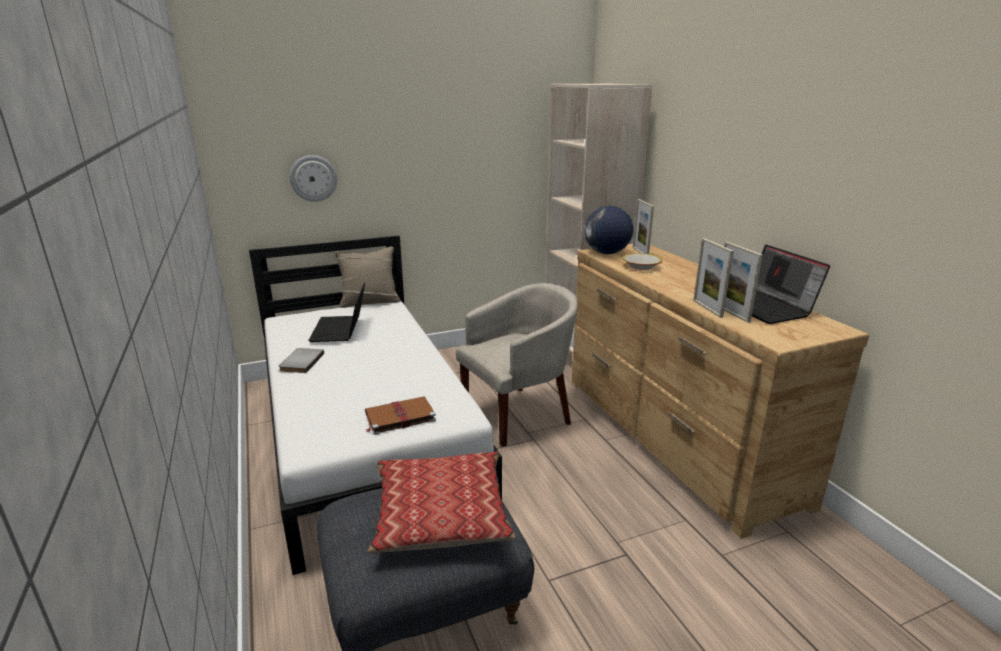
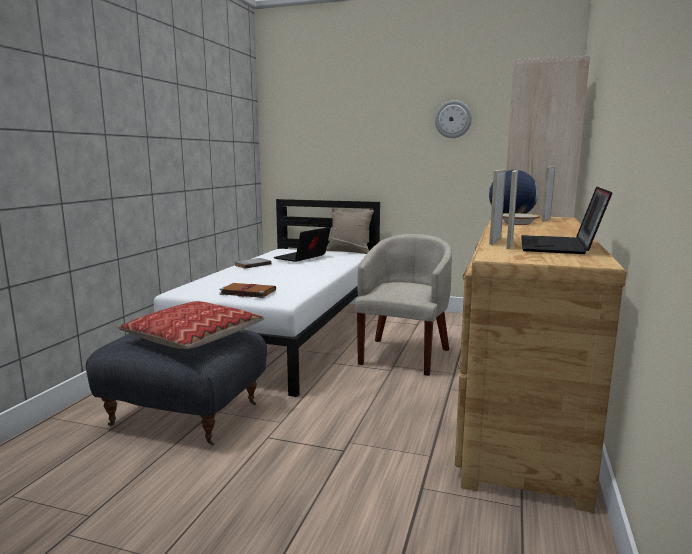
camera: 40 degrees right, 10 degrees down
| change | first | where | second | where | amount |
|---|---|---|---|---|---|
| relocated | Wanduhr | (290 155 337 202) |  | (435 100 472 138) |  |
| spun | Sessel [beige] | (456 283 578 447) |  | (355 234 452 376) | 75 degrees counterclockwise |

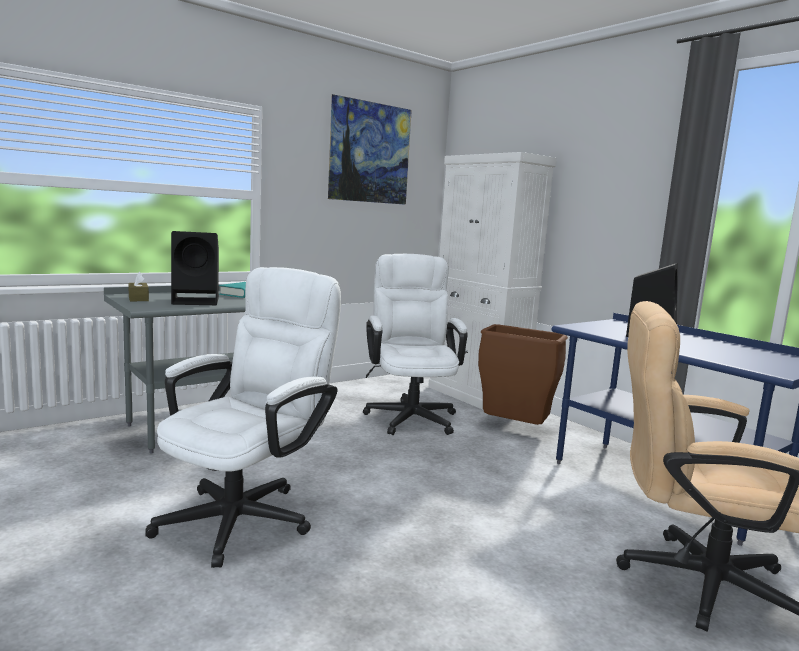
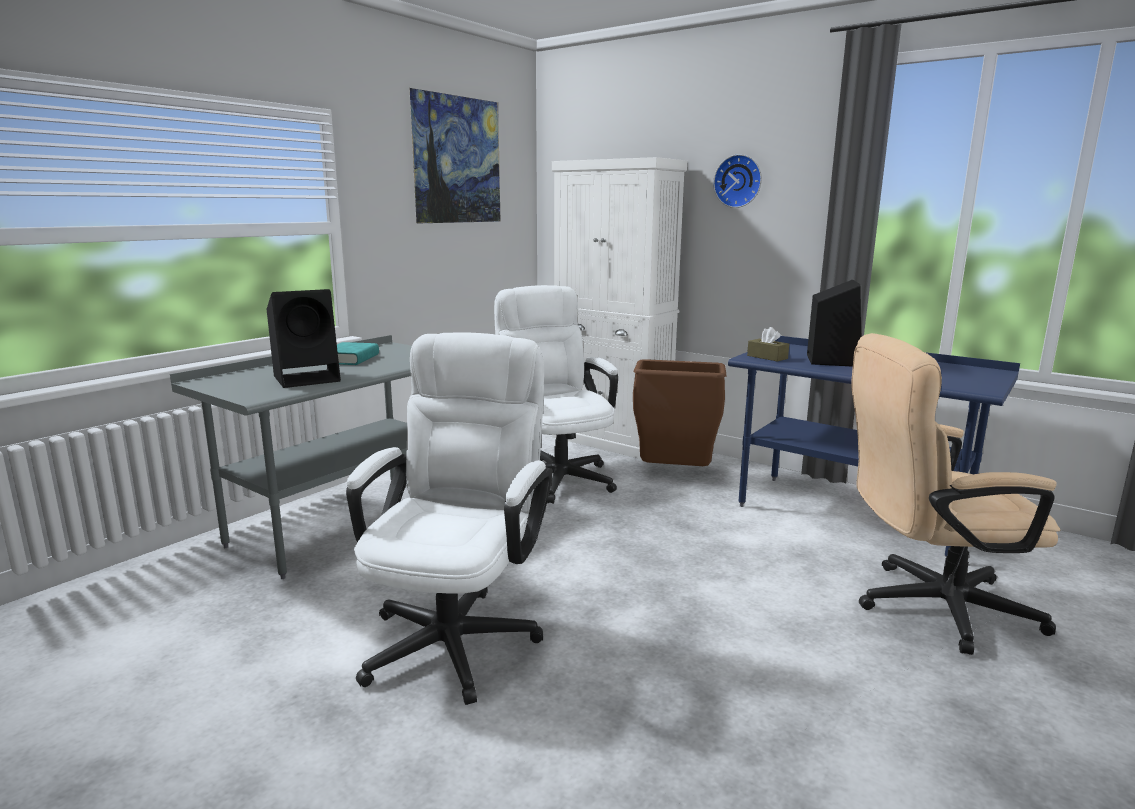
camera: 15 degrees left, 5 degrees up
| change | first | where | second | where | amount |
|---|---|---|---|---|---|
| appeared |  |  | Wanduhr | (713 154 762 208) |  |
| relocated | Taschentuchbox [braun] | (128 271 149 301) |  | (747 327 789 362) |  |

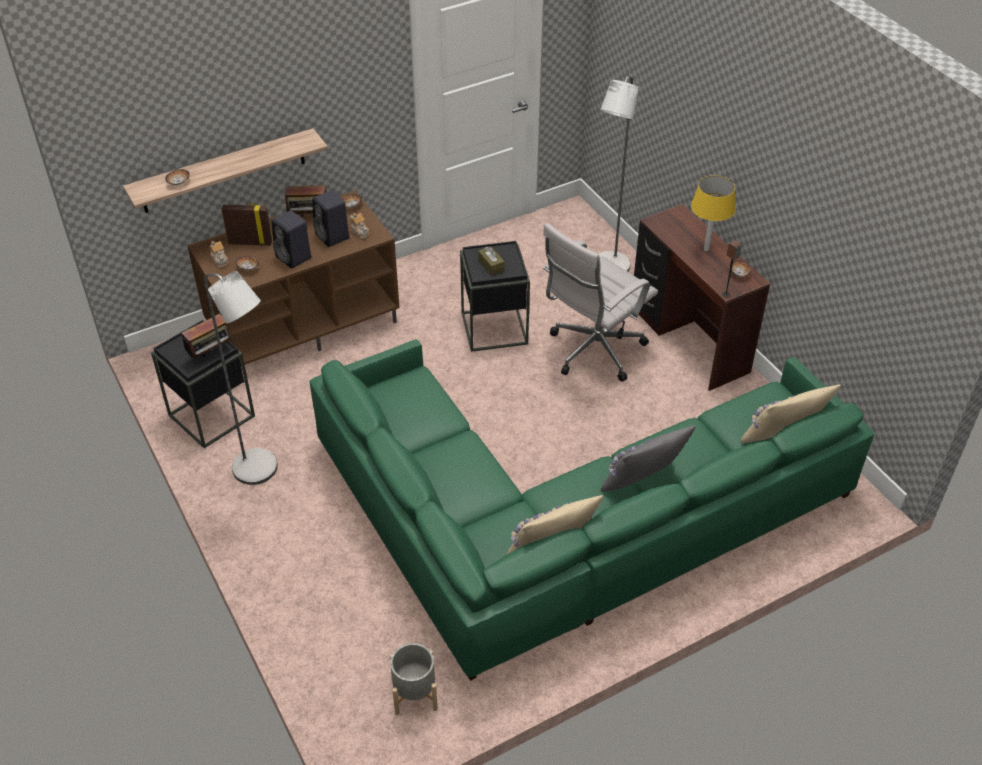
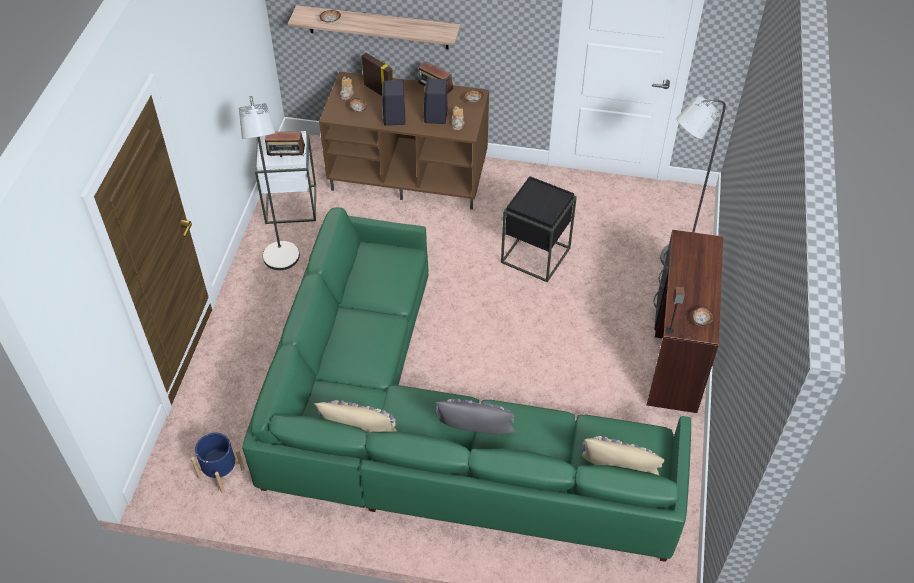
camera: 40 degrees right, 5 degrees up
| change | first | where | second | where | amount |
|---|---|---|---|---|---|
| missing | Taschentuchbox [braun] | (478 246 505 275) |  |  |  |
| missing | Bürostuhl [weiß] | (543 223 658 382) |  |  |  |
| missing | Tischlampe [gelb] | (691 175 736 252) |  |  |  |
| colour | Beistelltisch [schwarz] | (151 320 255 448) | Beistelltisch [weiß] | (255 131 316 224) |  |
| colour | Pflanzkübel [grau] | (390 643 438 715) | Pflanzkübel [blau] | (191 433 245 493) |  |

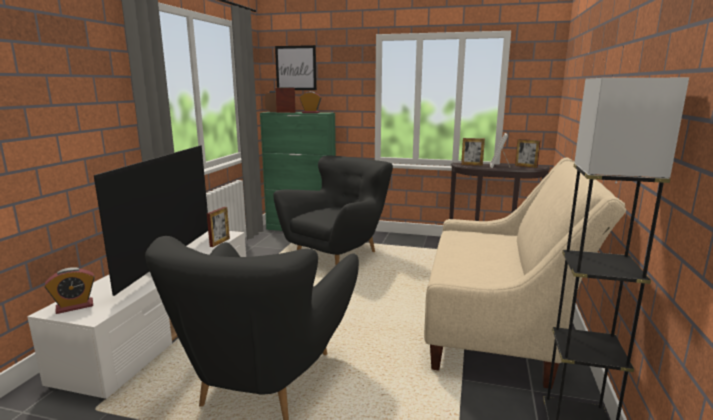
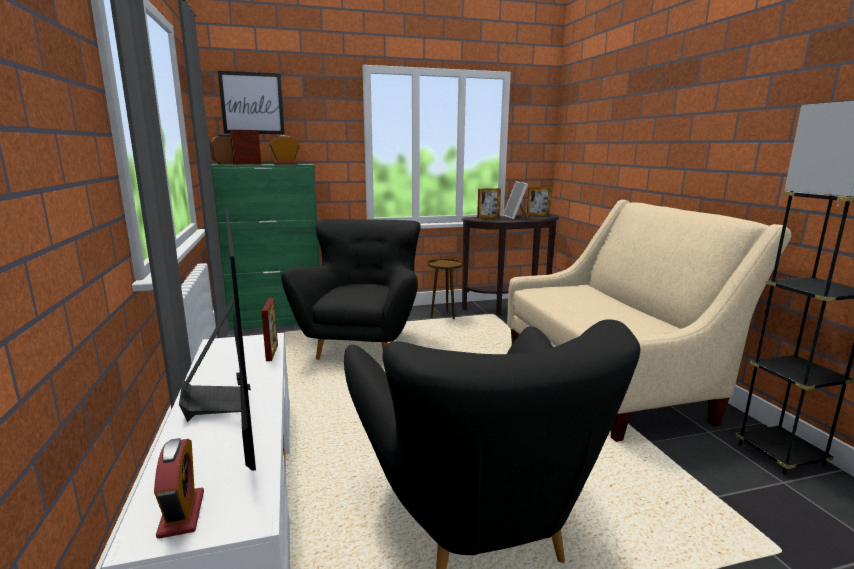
camera: 30 degrees left, 0 degrees up
| change | first | where | second | where | amount |
|---|---|---|---|---|---|
| appeared |  |  | Beistelltisch [braun] | (427 259 463 319) |  |
| spun | Wecker | (45 267 95 314) |  | (154 438 204 539) | 45 degrees counterclockwise |

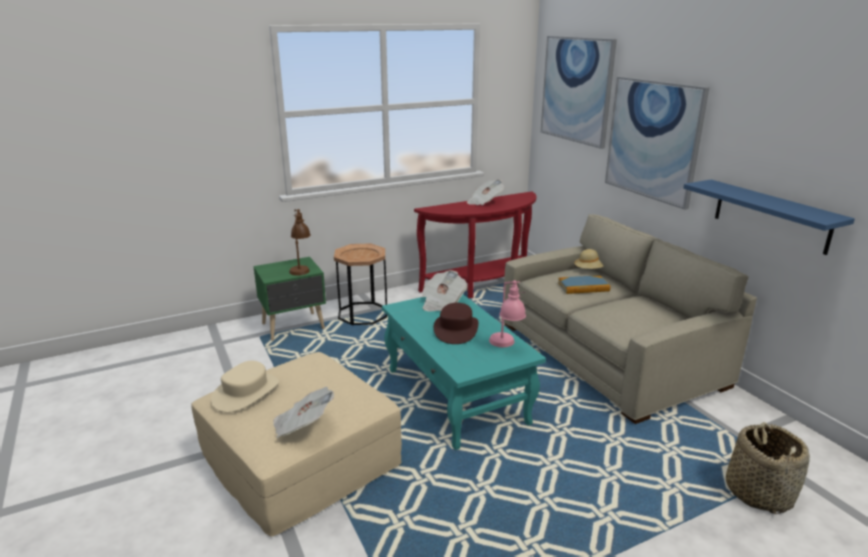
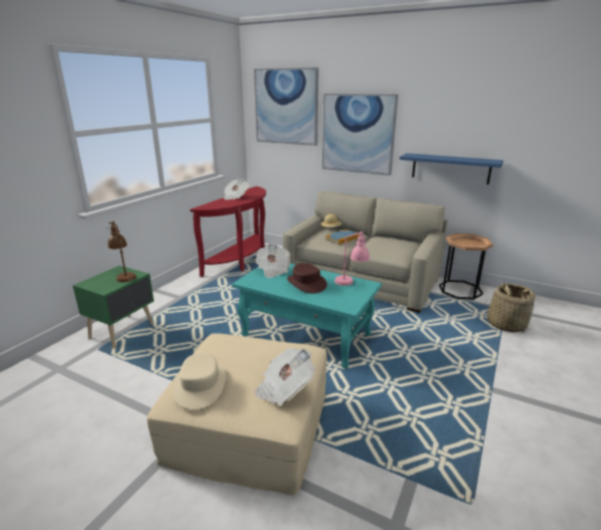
camera: 35 degrees left, 0 degrees up
| change | first | where | second | where | amount |
|---|---|---|---|---|---|
| relocated | Beistelltisch [braun] | (334 243 387 325) |  | (439 233 493 300) |  |

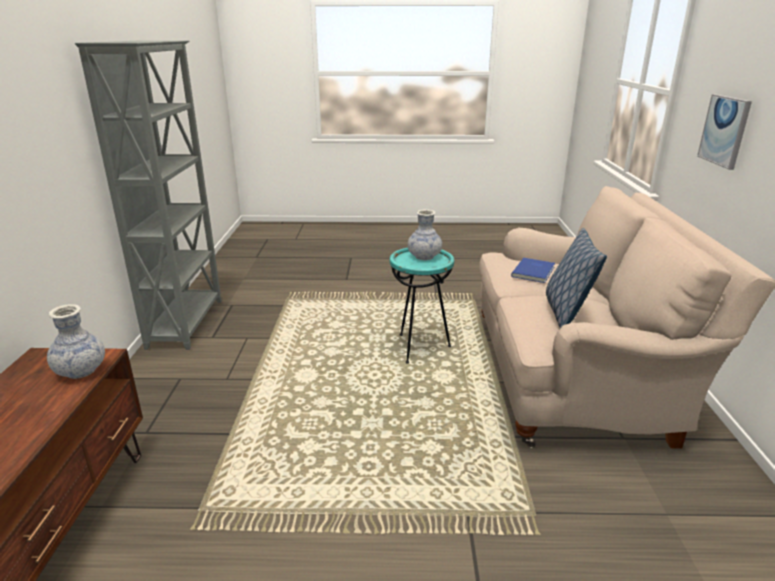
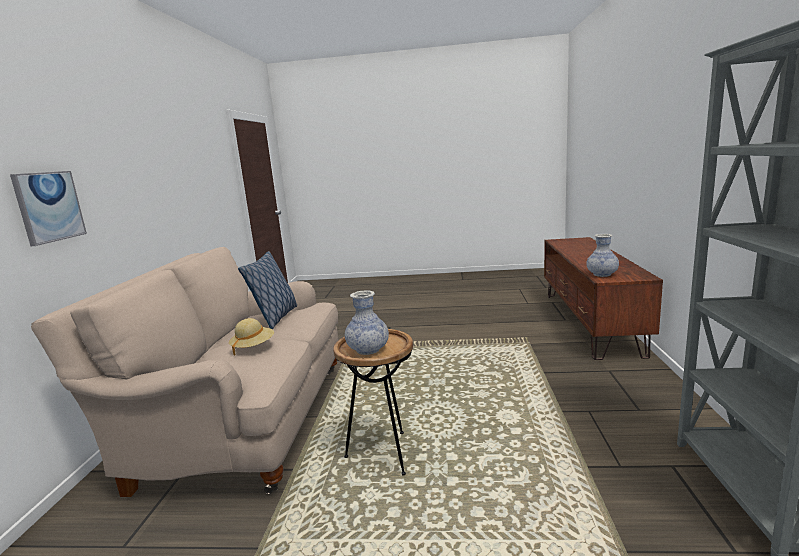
camera: 175 degrees left, 10 degrees down
| change | first | where | second | where | amount |
|---|---|---|---|---|---|
| exchanged | Buch [blau] | (511 258 555 283) | Hut [beige] | (229 318 274 356) |  |
| colour | Beistelltisch [türkis] | (390 248 454 363) | Beistelltisch [braun] | (333 329 413 476) |  |

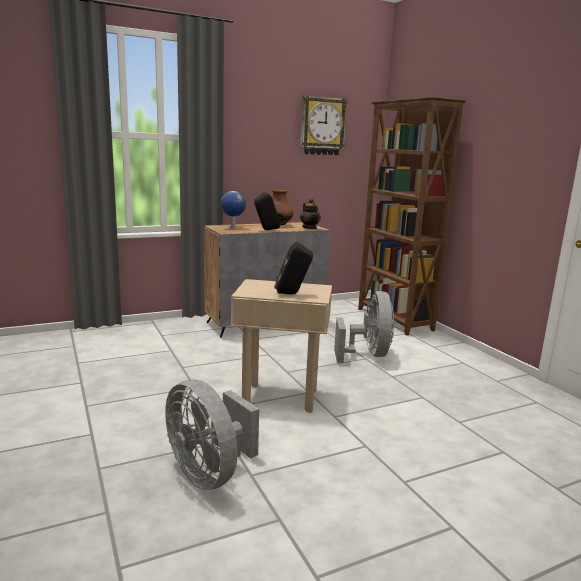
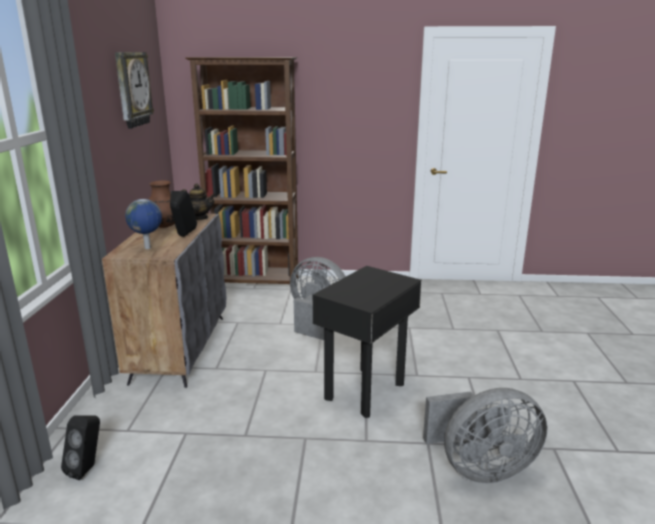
camera: 60 degrees left, 5 degrees up
| change | first | where | second | where | amount |
|---|---|---|---|---|---|
| relocated | Lautsprecher [schwarz] | (275 242 313 294) |  | (61 415 100 480) |  |
| colour | Beistelltisch [beige] | (231 279 332 413) | Beistelltisch [schwarz] | (313 266 422 418) |  |

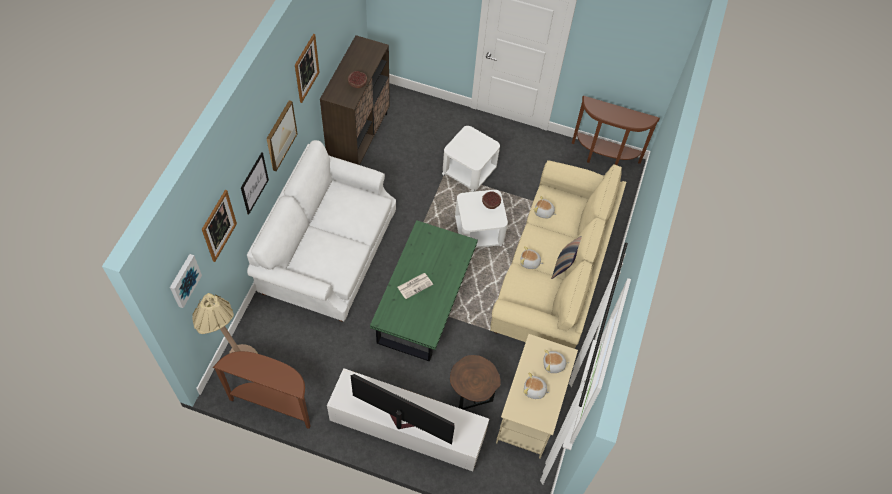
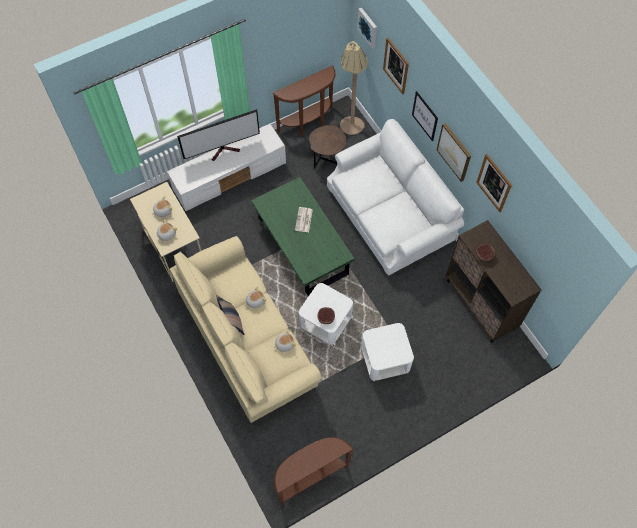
camera: 135 degrees right, 5 degrees up
| change | first | where | second | where | amount |
|---|---|---|---|---|---|
| relocated | Beistelltisch [braun] | (450 355 501 410) |  | (309 125 346 169) |  |

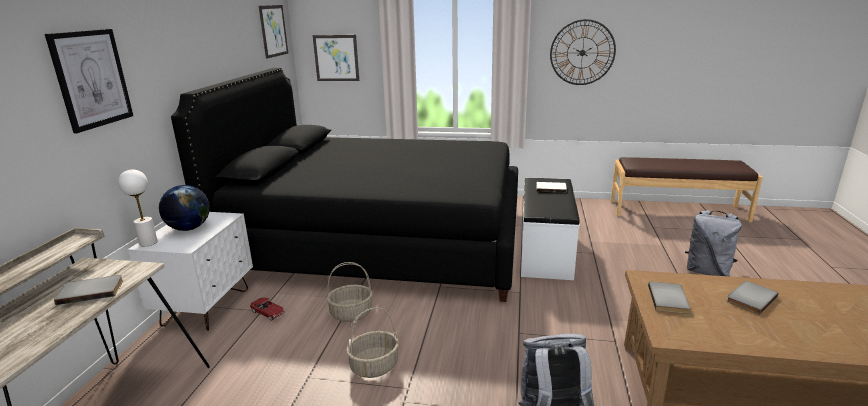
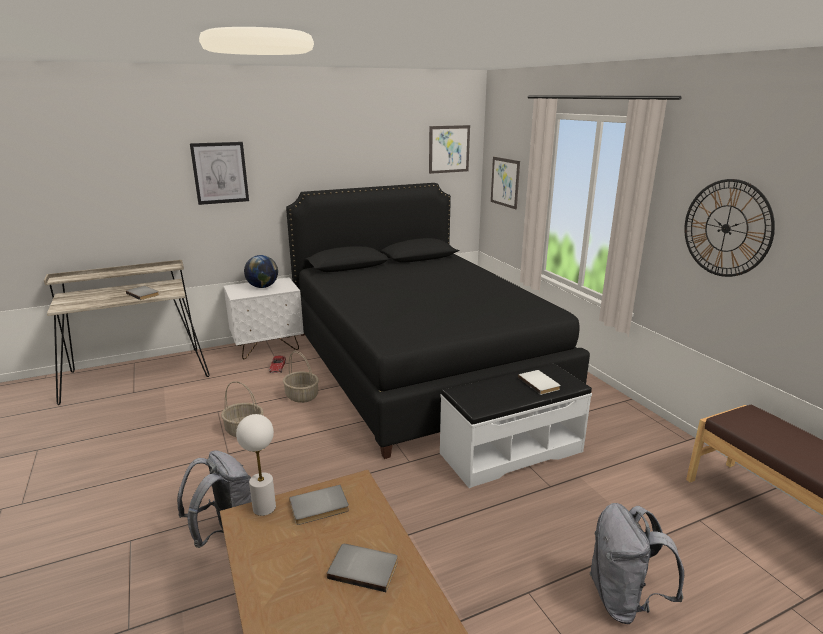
camera: 55 degrees right, 0 degrees up
| change | first | where | second | where | amount |
|---|---|---|---|---|---|
| relocated | Tischlampe [weiß] | (118 169 158 246) |  | (236 414 276 516) |  |

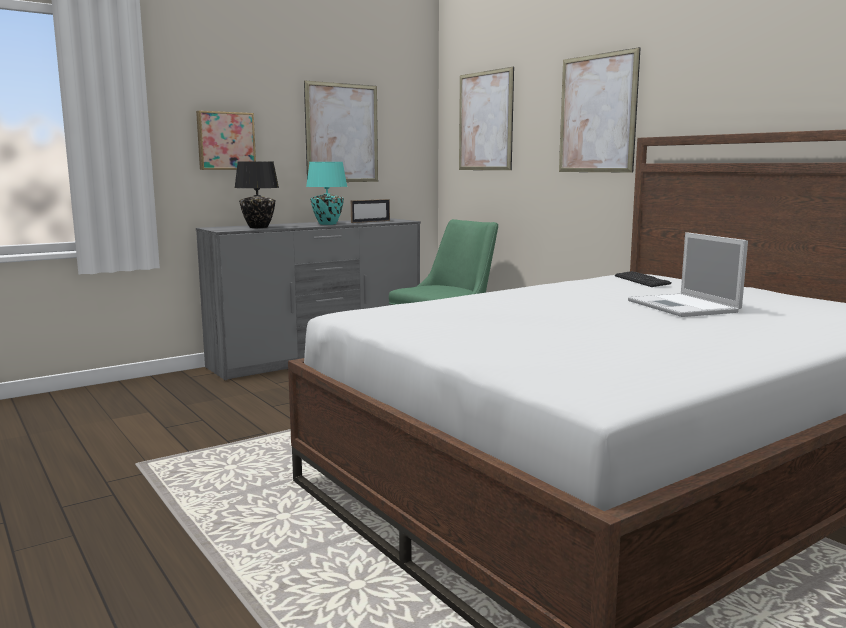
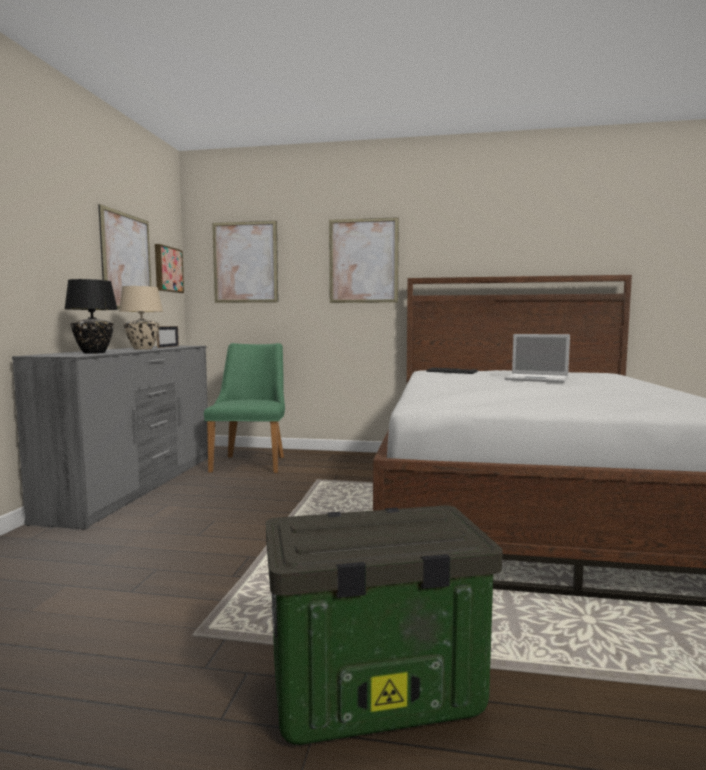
camera: 45 degrees left, 5 degrees down
| change | first | where | second | where | amount |
|---|---|---|---|---|---|
| appeared |  |  | Aufbewahrungsbox | (266 505 503 745) |  |
| relocated | Bild | (196 111 256 170) |  | (155 244 184 293) |  |
| colour | Tischlampe [türkis] | (306 162 347 225) | Tischlampe [beige] | (119 286 163 350) |  |

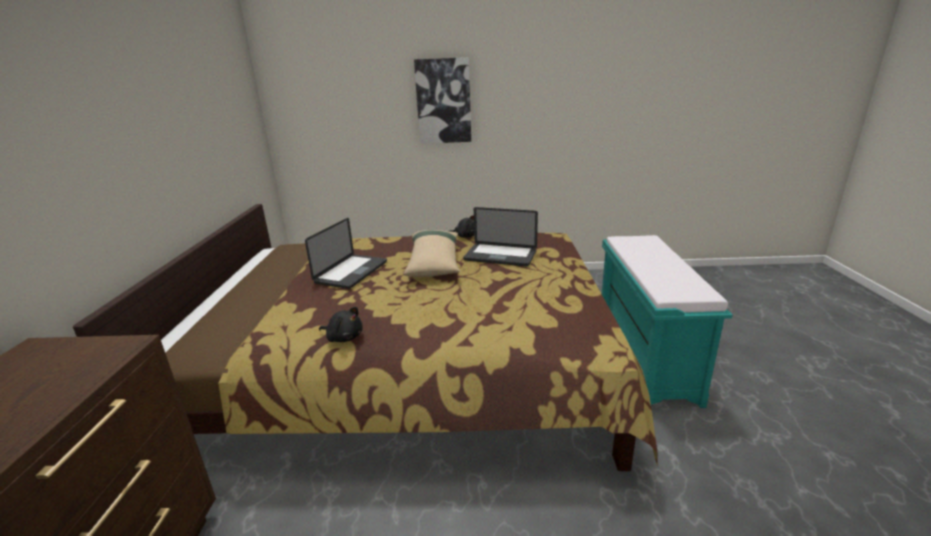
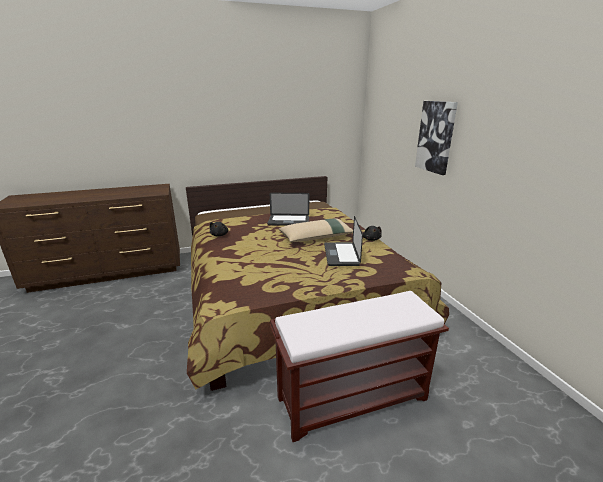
camera: 70 degrees right, 0 degrees up
| change | first | where | second | where | amount |
|---|---|---|---|---|---|
| colour | Bank [türkis] | (602 235 733 408) | Bank [braun] | (270 291 449 442) |  |

